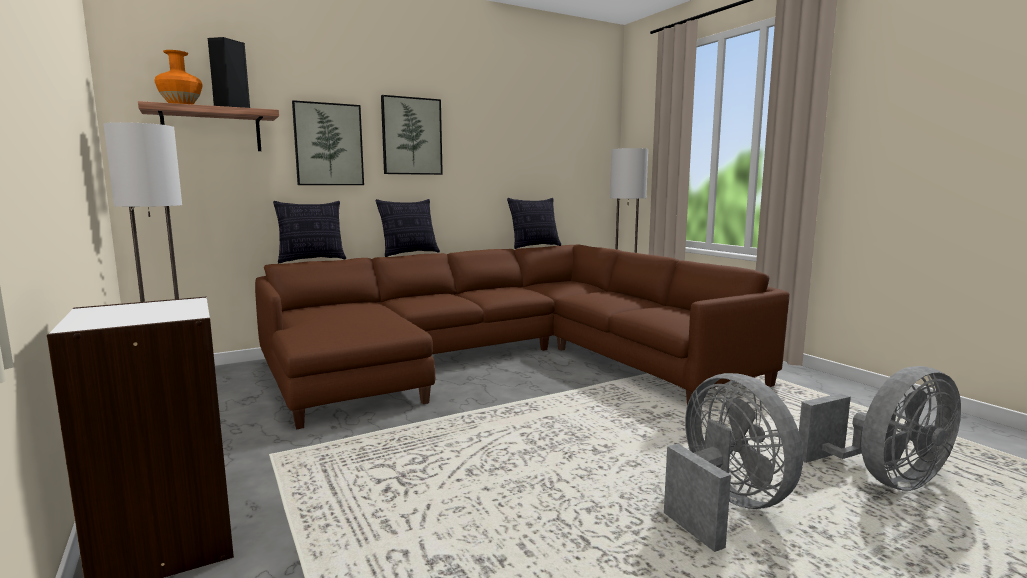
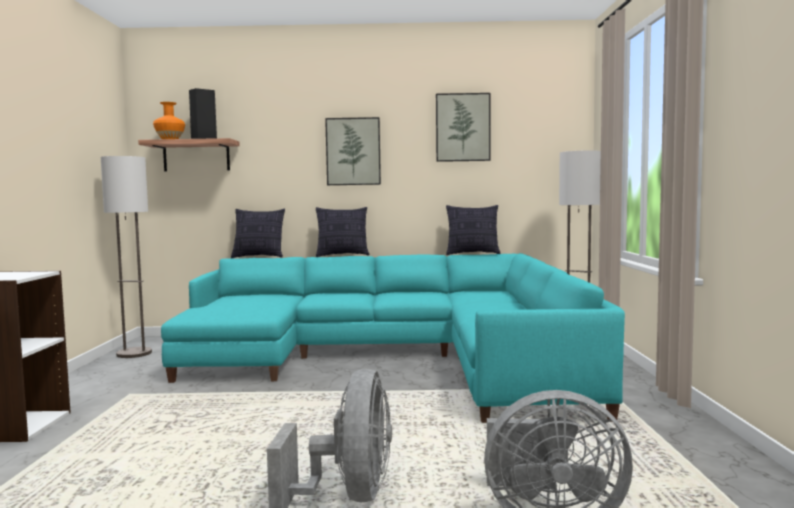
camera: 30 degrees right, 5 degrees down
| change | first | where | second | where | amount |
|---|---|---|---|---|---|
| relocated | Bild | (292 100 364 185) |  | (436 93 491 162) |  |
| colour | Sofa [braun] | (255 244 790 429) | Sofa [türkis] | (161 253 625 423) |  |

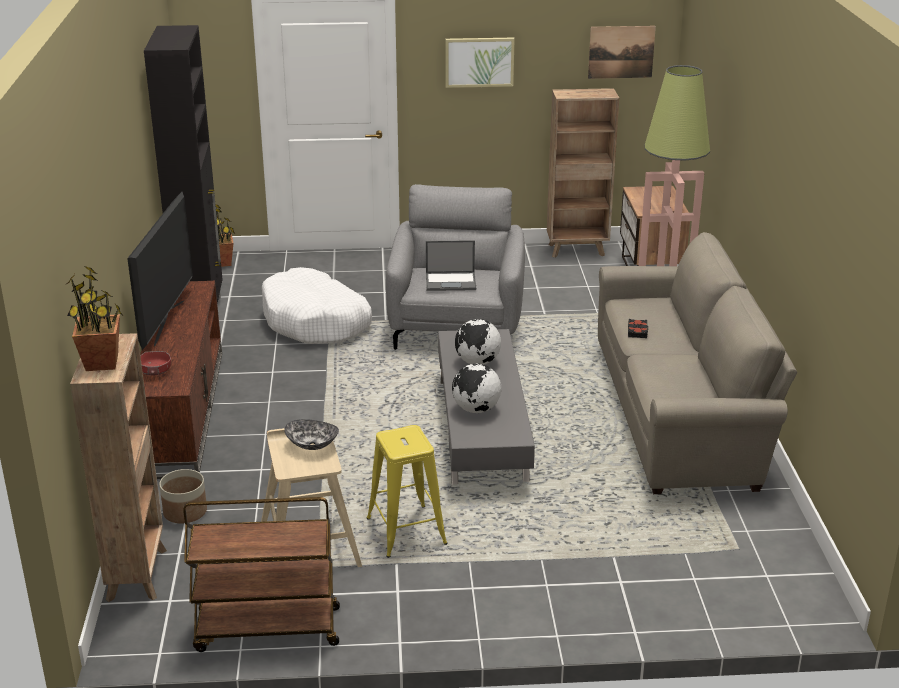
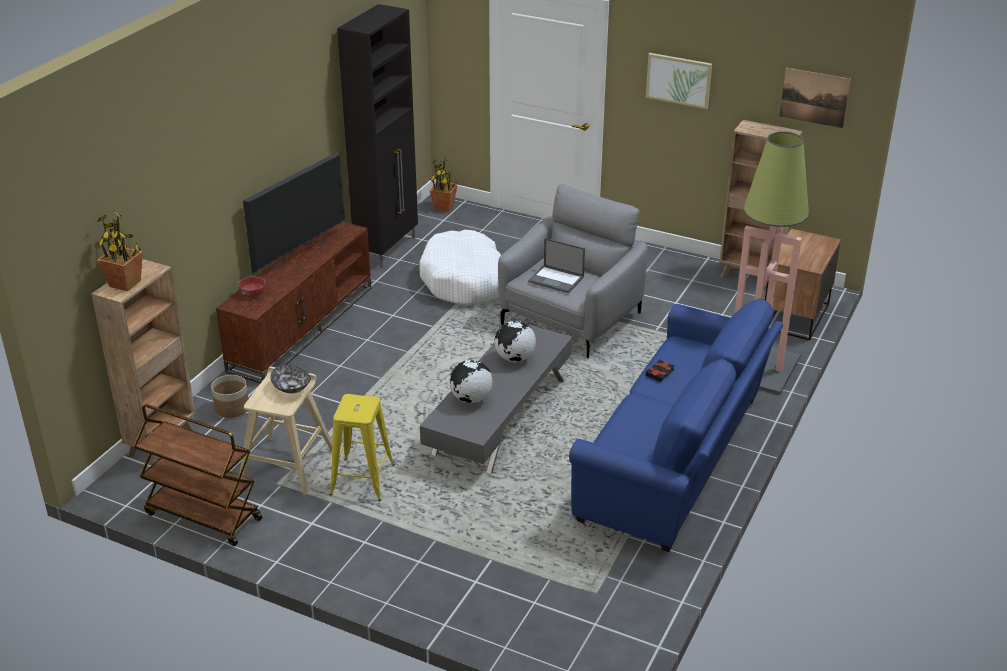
camera: 30 degrees right, 5 degrees up
| change | first | where | second | where | amount |
|---|---|---|---|---|---|
| colour | Sofa [beige] | (598 232 797 494) | Sofa [blau] | (569 299 783 552) |  |

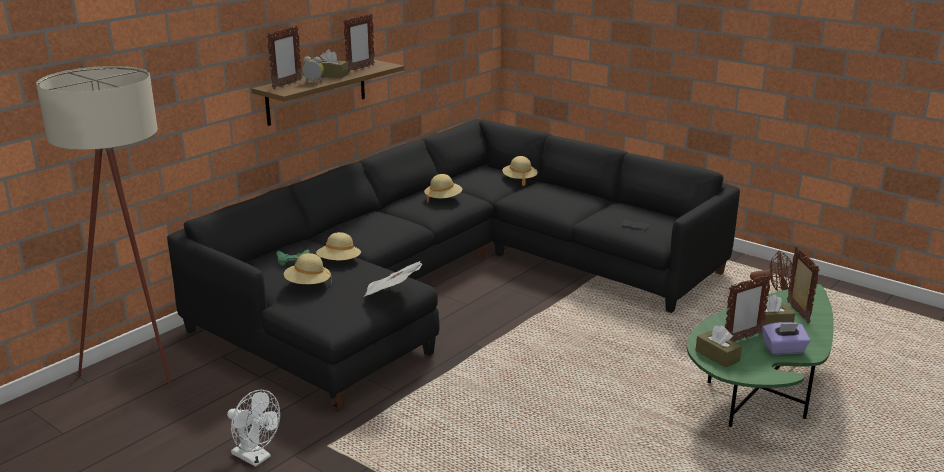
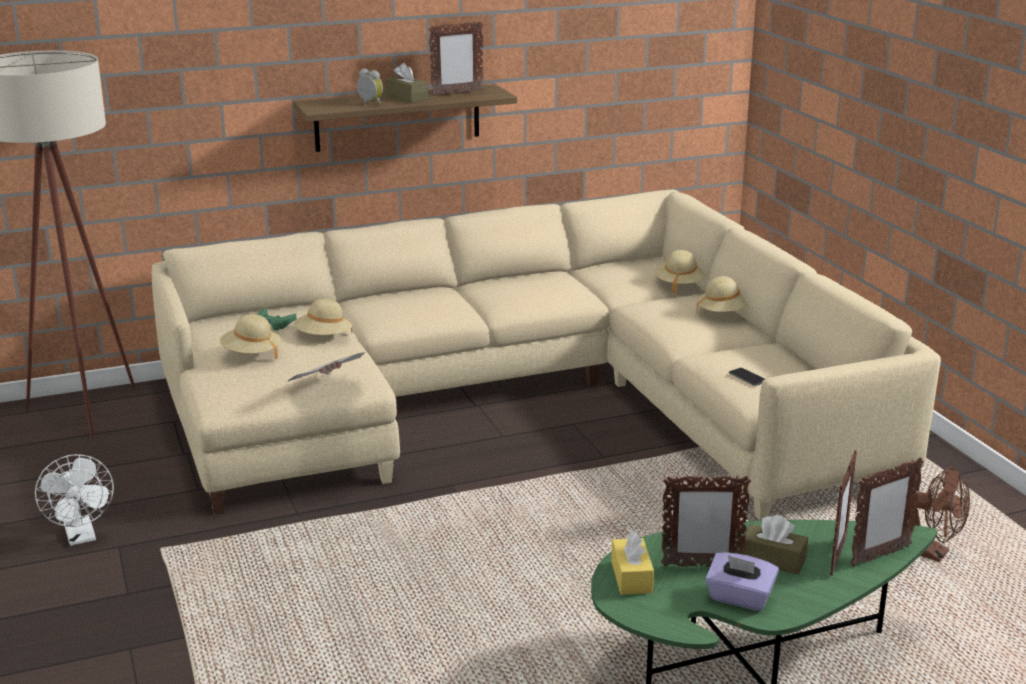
camera: 30 degrees right, 0 degrees up
| change | first | where | second | where | amount |
|---|---|---|---|---|---|
| relocated | Bilderrahmen | (267 26 302 89) |  | (851 457 924 567) |  |
| relocated | Hut [beige] | (424 174 463 203) |  | (696 276 748 315) |  |
| colour | Sofa [schwarz] | (167 119 740 411) | Sofa [beige] | (151 189 941 520) |  |
| colour | Taschentuchbox [braun] | (695 325 742 368) | Taschentuchbox [gelb] | (611 530 654 595) |  |

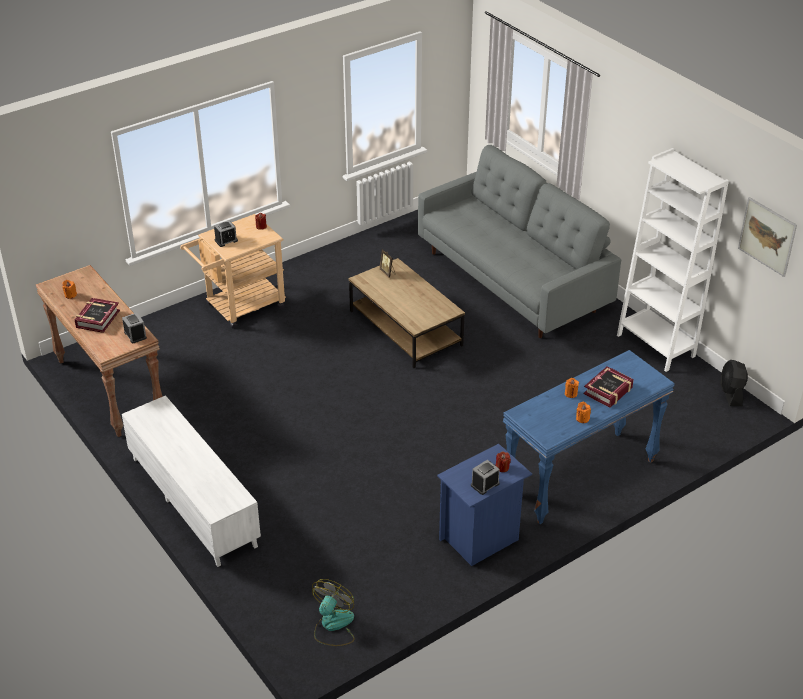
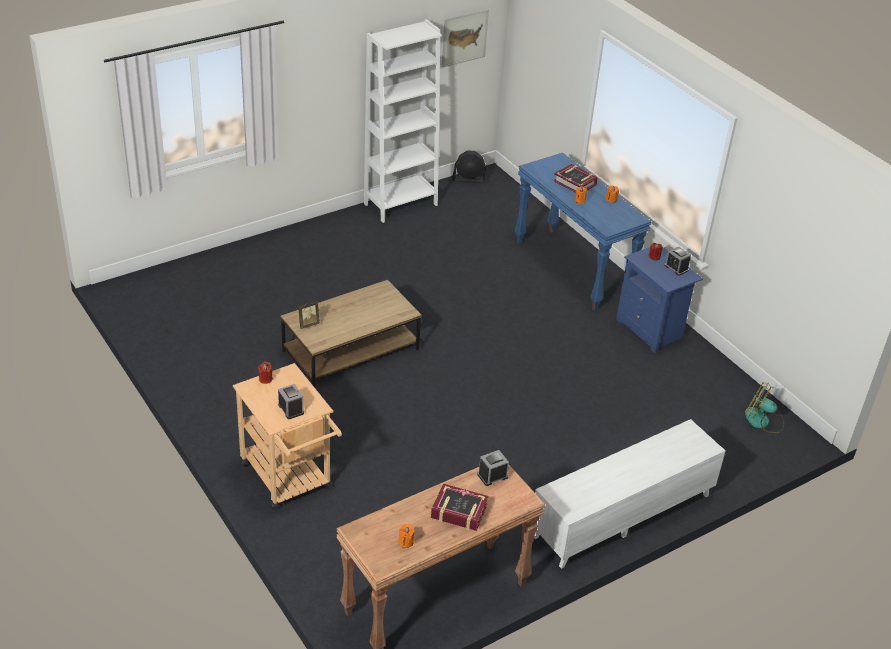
camera: 90 degrees left, 0 degrees up
| change | first | where | second | where | amount |
|---|---|---|---|---|---|
| missing | Sofa [grau] | (418 145 621 338) |  |  |  |

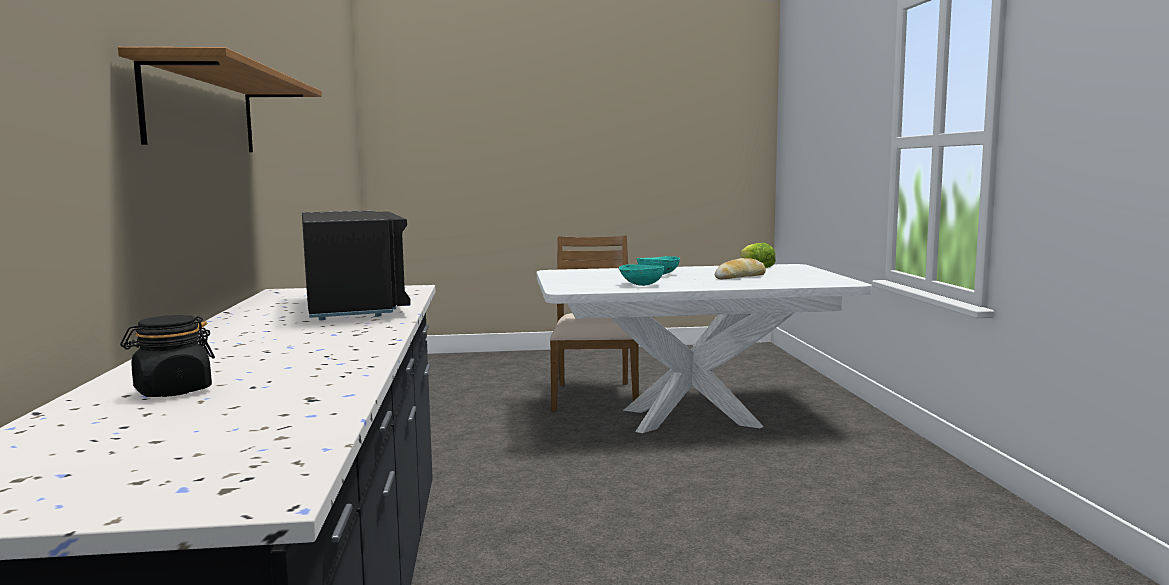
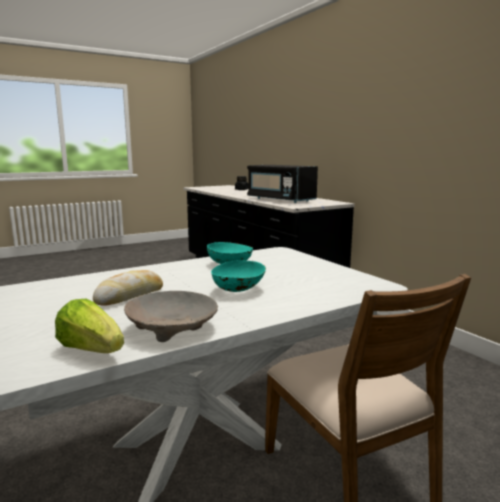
camera: 155 degrees right, 5 degrees up
| change | first | where | second | where | amount |
|---|---|---|---|---|---|
| missing | Wandregal | (118 47 322 152) |  |  |  |
| appeared |  |  | Schüssel [beige] | (124 291 218 342) |  |

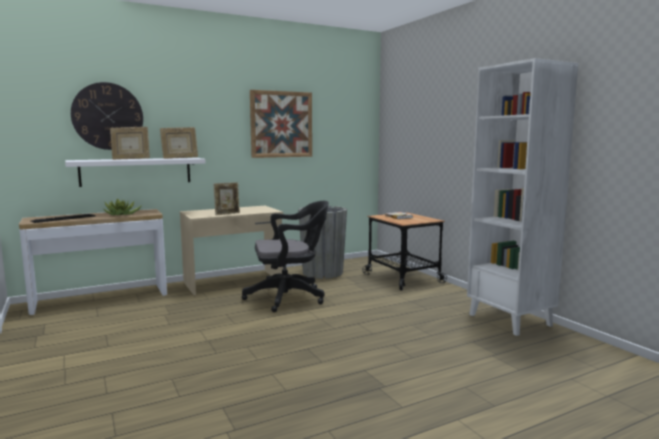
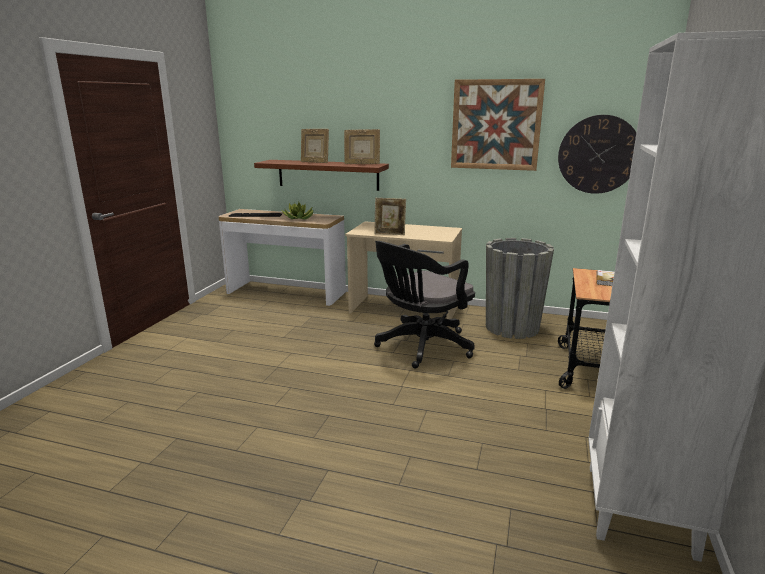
camera: 45 degrees right, 10 degrees up
| change | first | where | second | where | amount |
|---|---|---|---|---|---|
| relocated | Wanduhr | (71 82 143 150) |  | (558 115 636 194) |  |
| colour | Wandregal [weiß] | (65 158 206 187) | Wandregal [braun] | (254 160 389 191) |  |
| spun | Bürostuhl [schwarz] | (242 201 329 312) |  | (374 241 475 368) | 105 degrees clockwise |

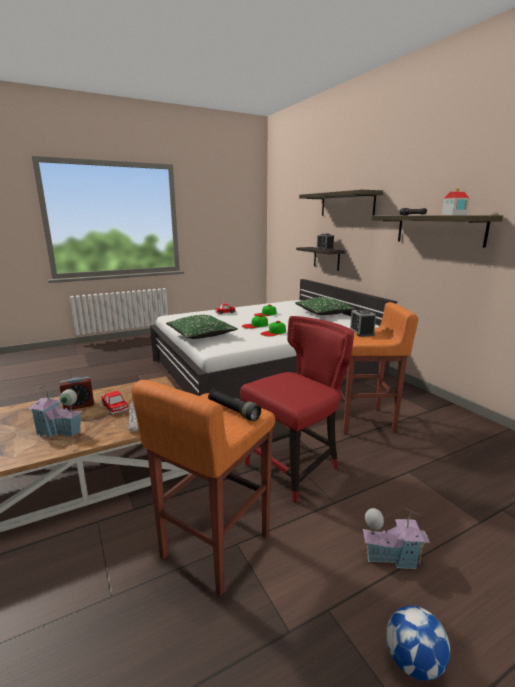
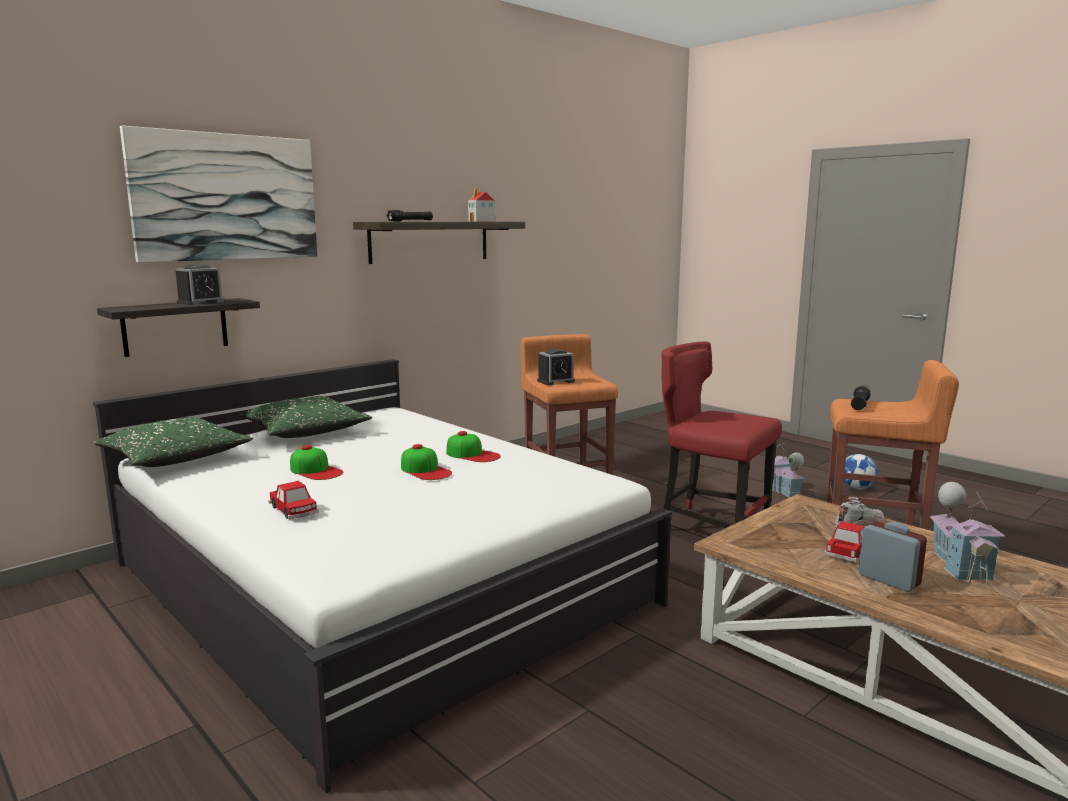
camera: 105 degrees left, 5 degrees down
| change | first | where | second | where | amount |
|---|---|---|---|---|---|
| relocated | Kissen [grün] | (166 315 238 339) |  | (94 417 253 467) |  |
| exchanged | Wandregal | (299 190 383 216) | Bild | (120 125 317 263) |  |

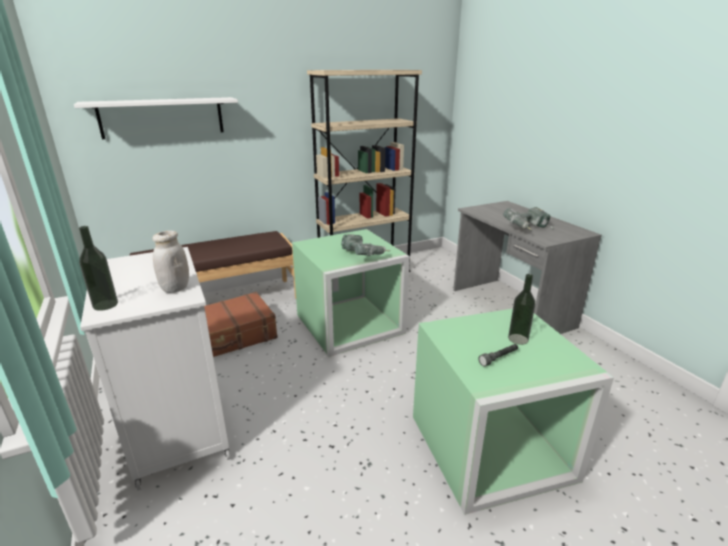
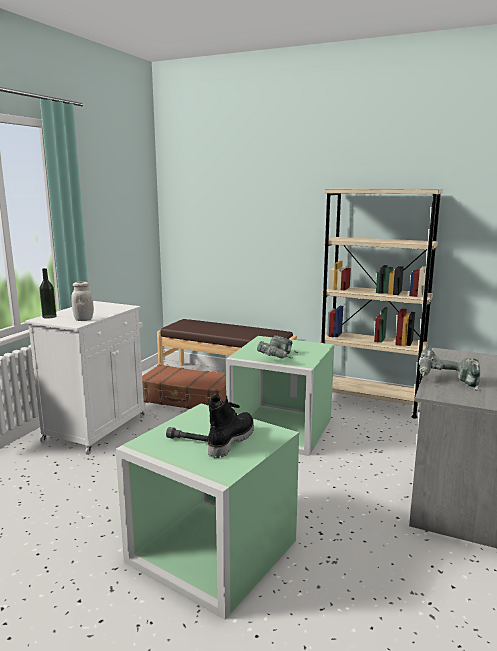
camera: 50 degrees right, 10 degrees down
| change | first | where | second | where | amount |
|---|---|---|---|---|---|
| missing | Wandregal [weiß] | (74 97 238 139) |  |  |  |
| exchanged | Flasche | (508 274 535 345) | Stiefel [schwarz] | (208 393 254 458) |  |

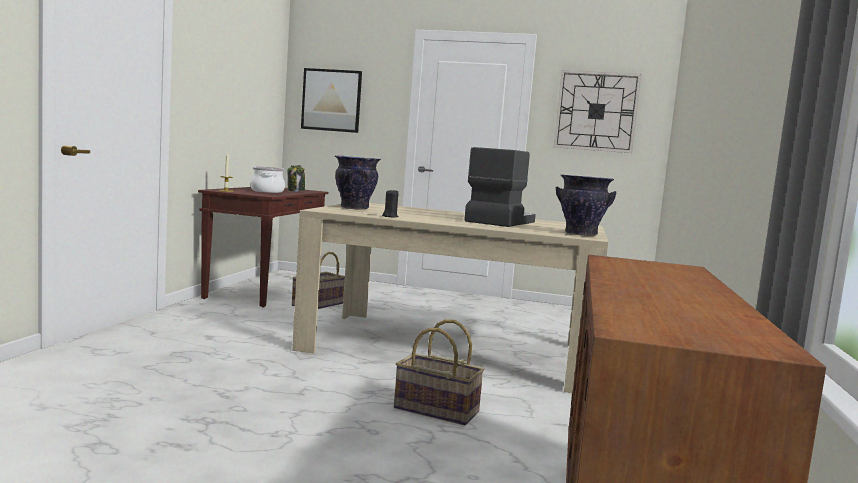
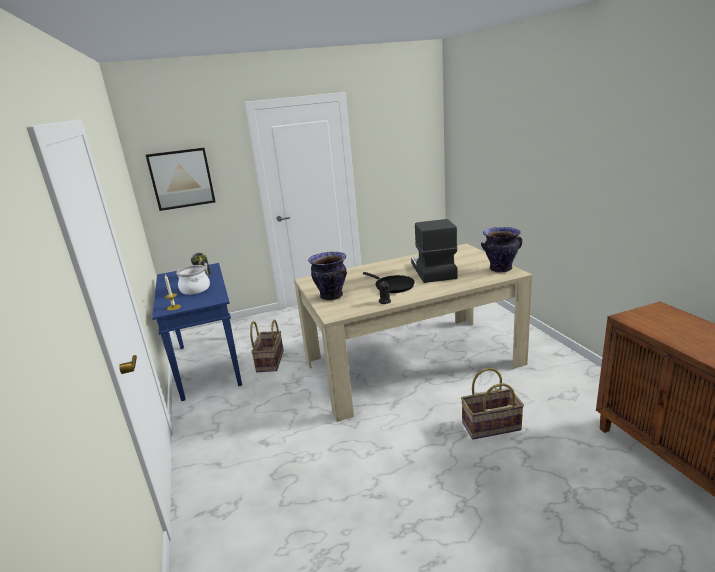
camera: 30 degrees left, 15 degrees up
| change | first | where | second | where | amount |
|---|---|---|---|---|---|
| missing | Wanduhr | (554 70 641 153) |  |  |  |
| appeared |  |  | Pfanne [schwarz] | (363 272 415 293) |  |
| colour | Konsolentisch [braun] | (198 187 329 307) | Konsolentisch [blau] | (152 263 242 401) |  |

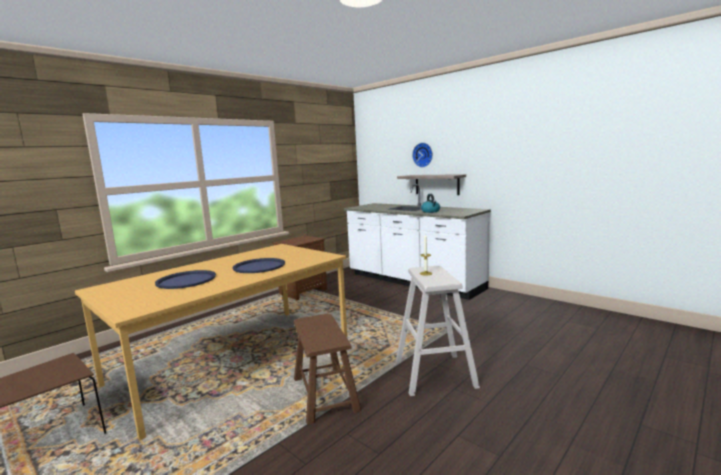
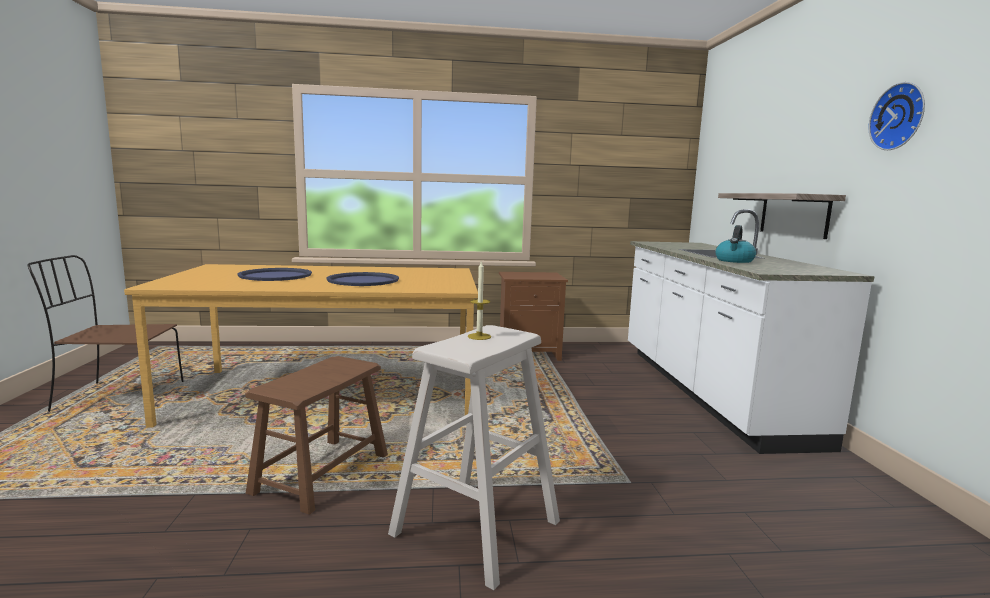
camera: 40 degrees right, 0 degrees up
| change | first | where | second | where | amount |
|---|---|---|---|---|---|
| relocated | Wanduhr | (412 143 433 167) |  | (869 82 925 150) |  |

